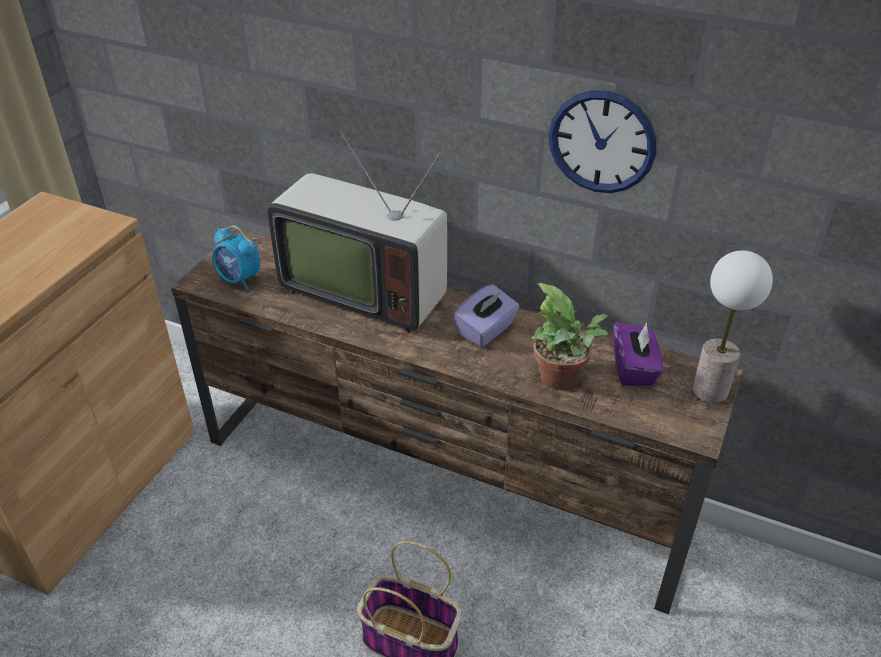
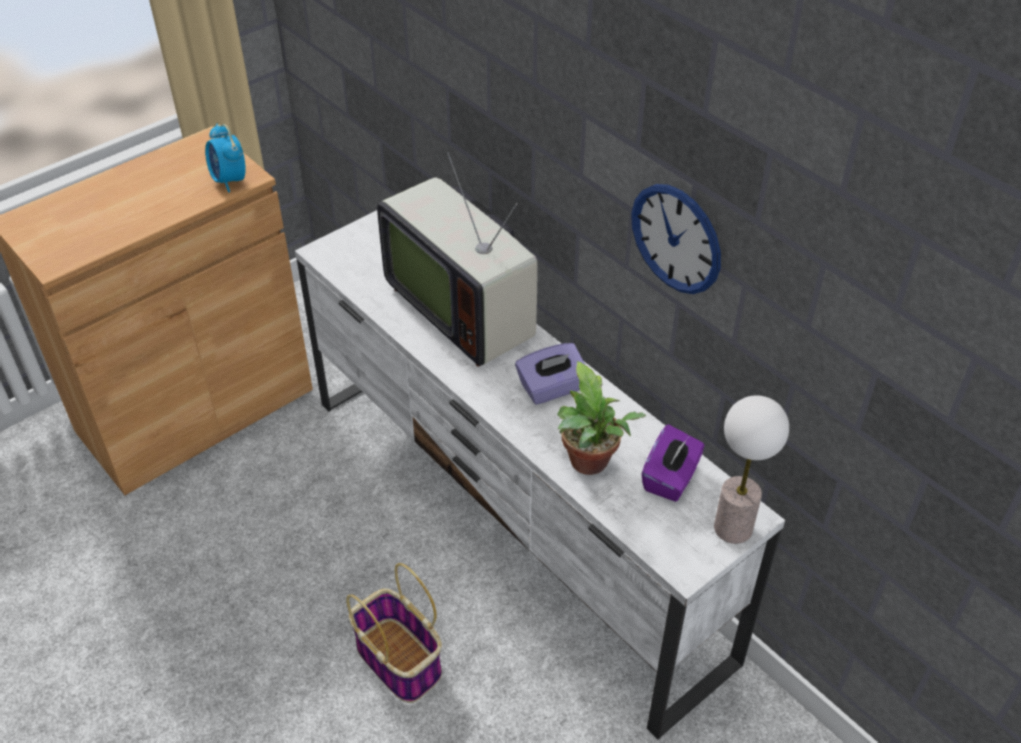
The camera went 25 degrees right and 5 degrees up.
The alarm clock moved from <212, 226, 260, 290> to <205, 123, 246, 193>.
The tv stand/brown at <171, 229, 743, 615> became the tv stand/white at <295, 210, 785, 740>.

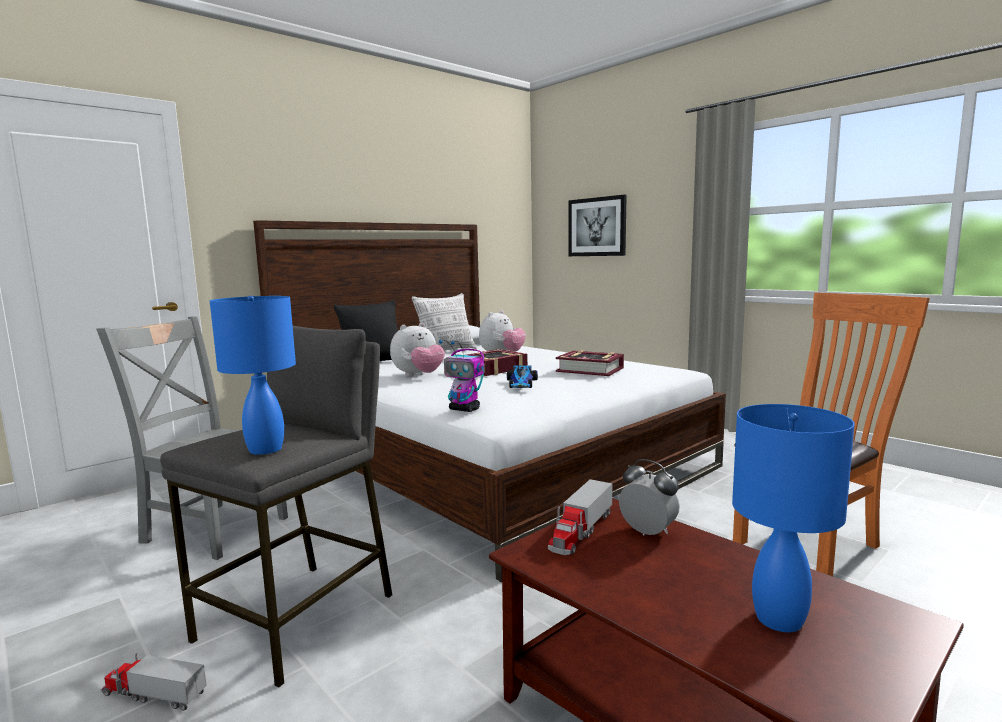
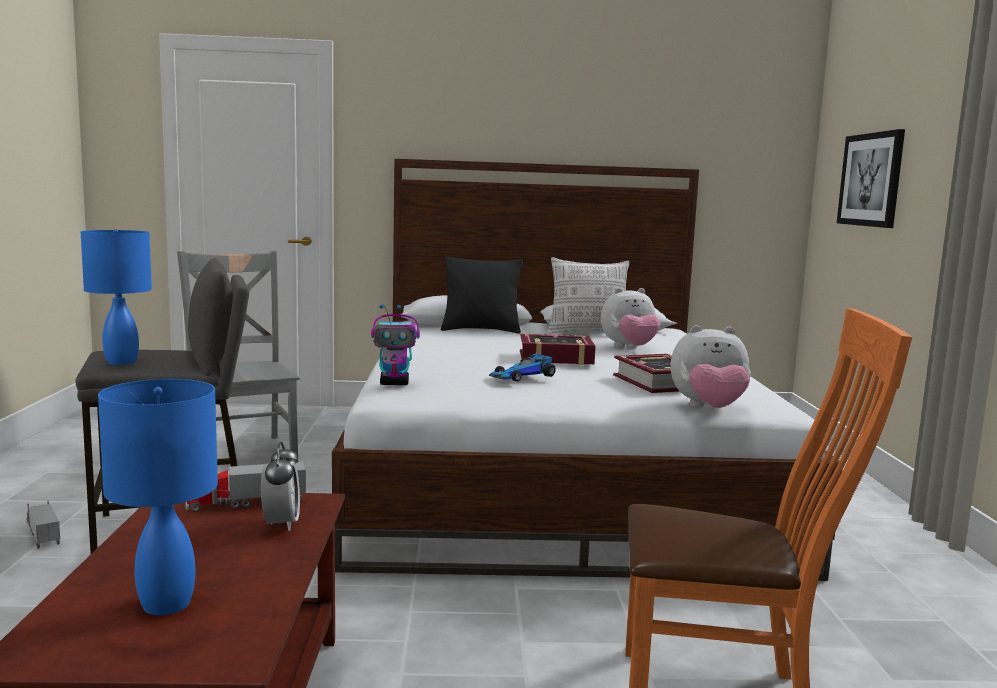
The camera went 40 degrees right and 0 degrees up.
The toy robot at <439, 340, 484, 412> turned 75 degrees counterclockwise.
The plush toy moved from <390, 323, 445, 377> to <670, 325, 751, 408>.

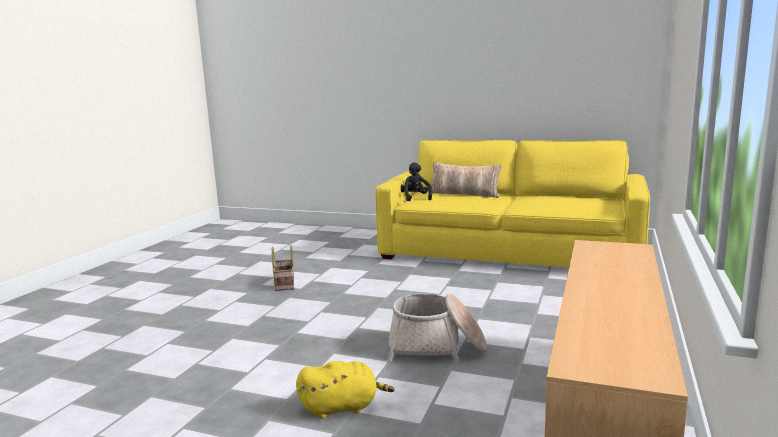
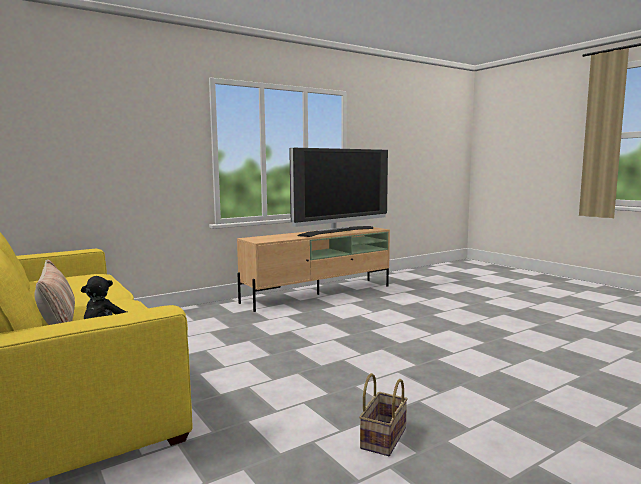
The camera went 145 degrees left and 5 degrees down.
The television at <289, 148, 388, 237> appeared.
The plush toy/yellow at <296, 361, 395, 419> disappeared.
The basket at <387, 294, 487, 362> disappeared.

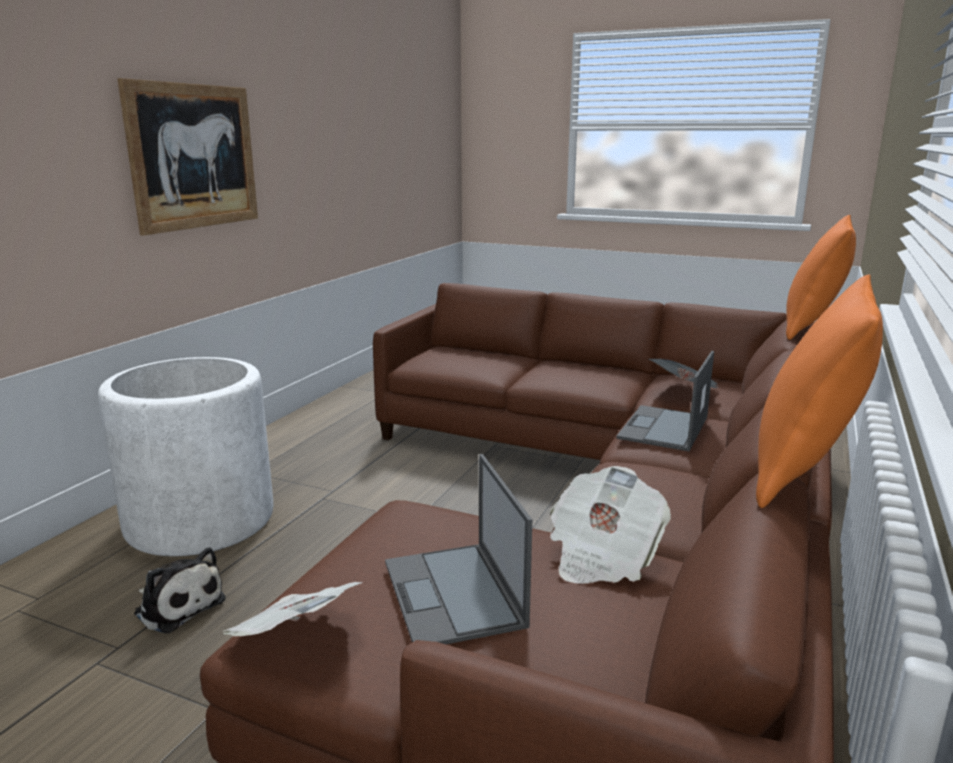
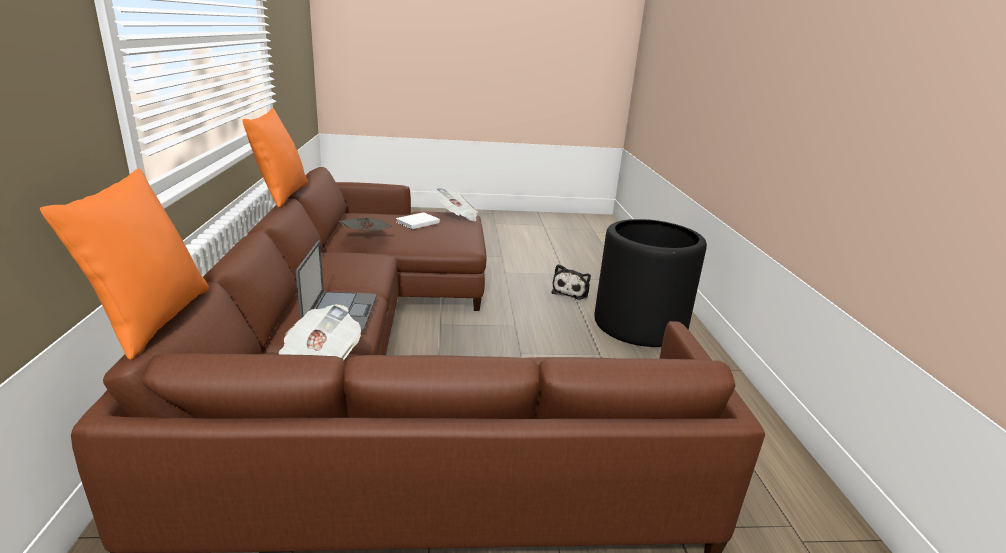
The camera went 150 degrees right and 5 degrees up.
The laptop at <385, 454, 532, 644> was replaced by the book/white at <396, 212, 440, 229>.
The plush toy at <134, 547, 226, 634> turned 75 degrees counterclockwise.
The planter/white at <98, 357, 273, 556> became the planter/black at <595, 219, 707, 347>.
The picture at <117, 78, 258, 236> disappeared.

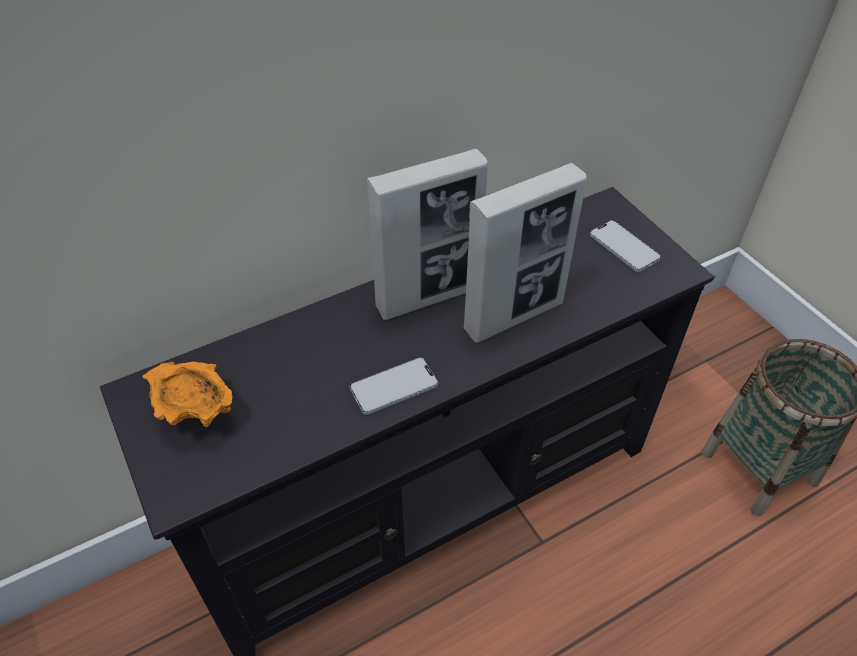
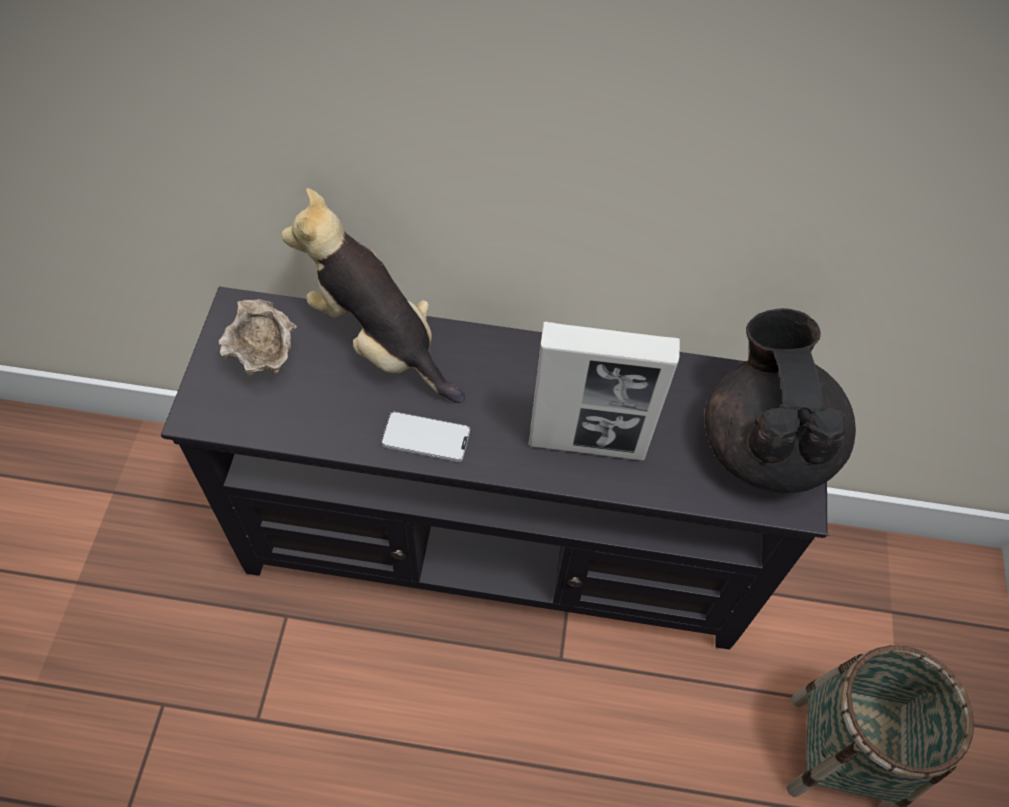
The camera went 35 degrees right and 10 degrees up.
The bowl/orange at <142, 362, 232, 427> became the bowl/beige at <219, 299, 297, 376>.
The plush toy at <281, 188, 465, 403> appeared.
The phone at <590, 220, 661, 272> was replaced by the teapot/black at <705, 308, 856, 493>.
The picture frame at <367, 149, 488, 320> disappeared.

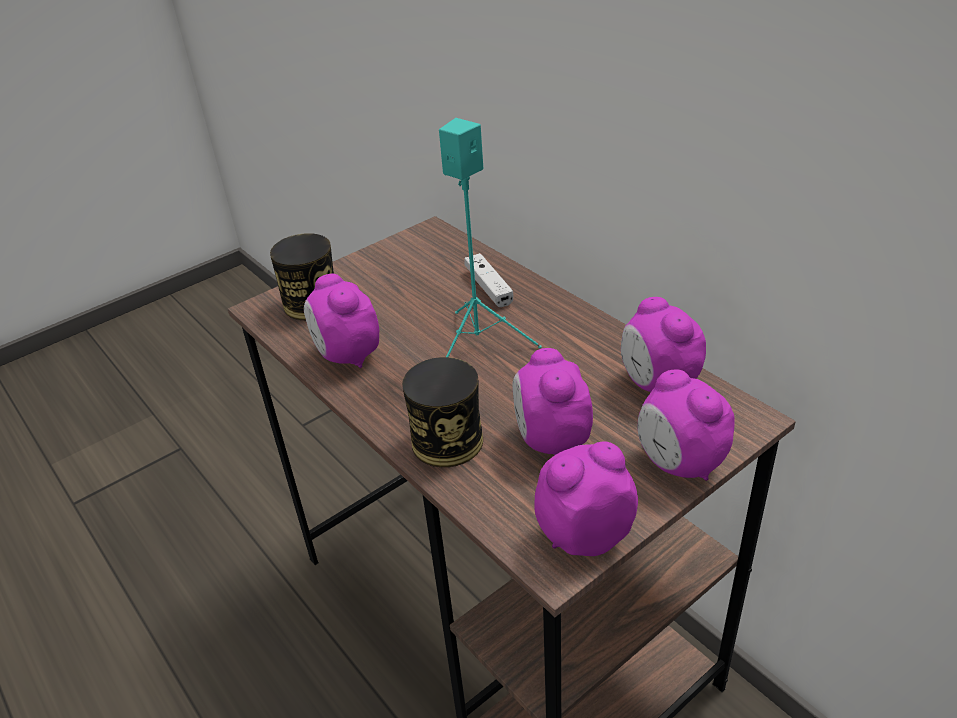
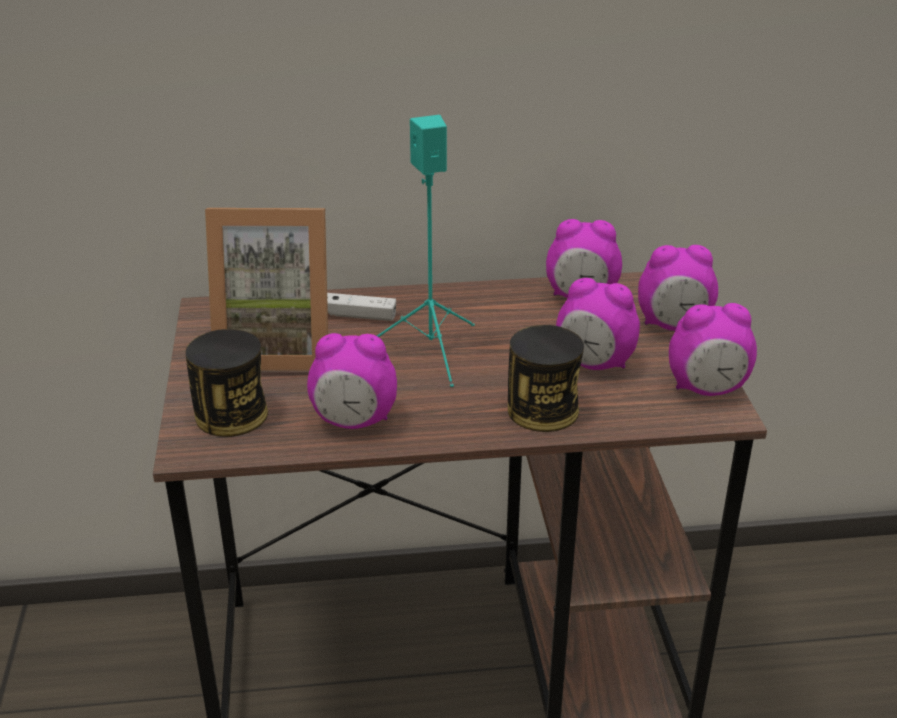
The camera went 60 degrees left and 5 degrees down.
The picture frame at <205, 208, 328, 371> appeared.
The alarm clock at <534, 441, 638, 556> turned 105 degrees counterclockwise.

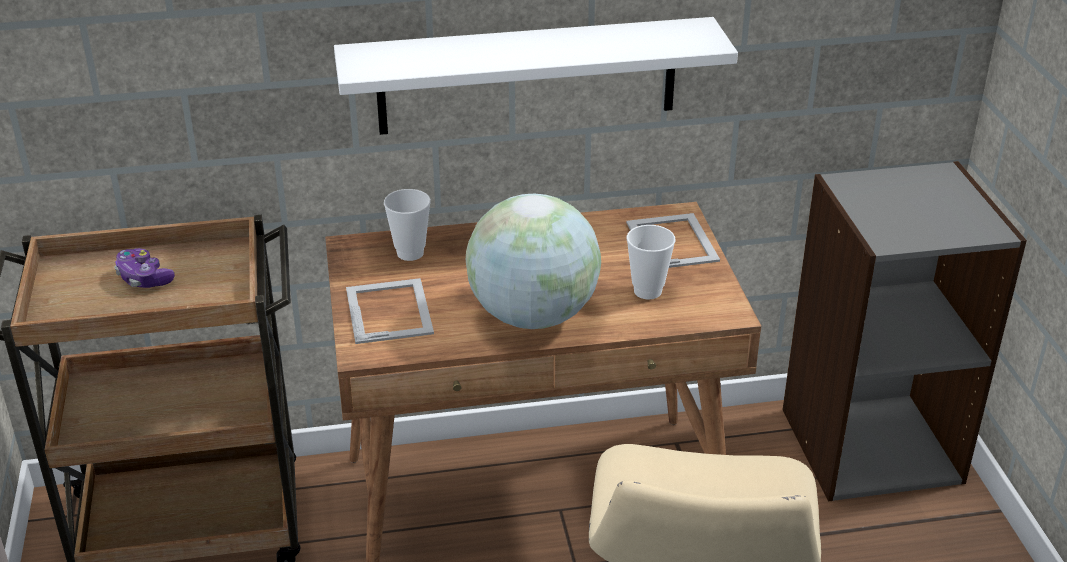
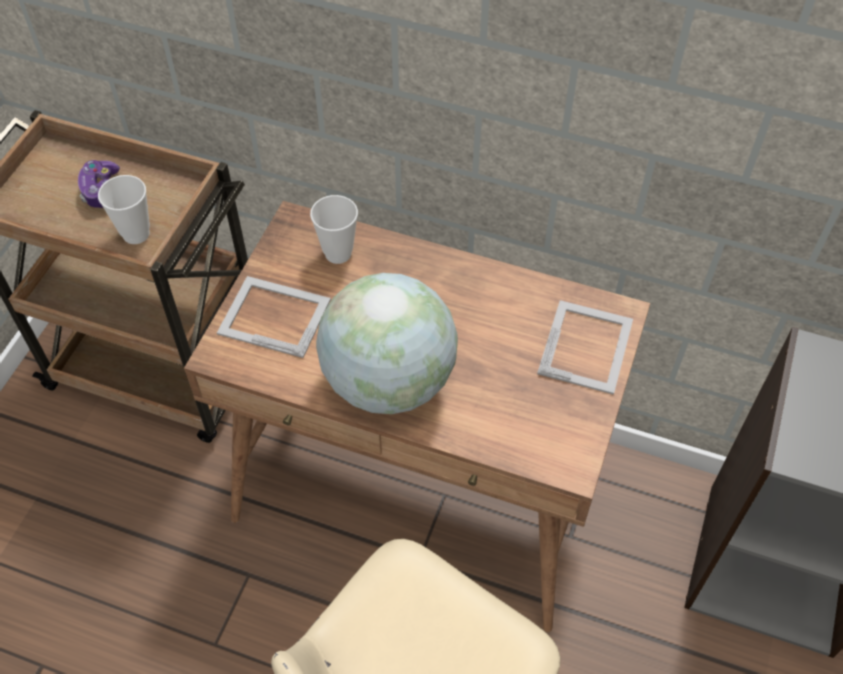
The camera went 30 degrees right and 20 degrees up.
The cup moved from <627, 225, 675, 299> to <98, 175, 150, 244>.
The picture frame at <346, 278, 434, 344> turned 90 degrees counterclockwise.
The shelf/white at <334, 17, 738, 135> disappeared.

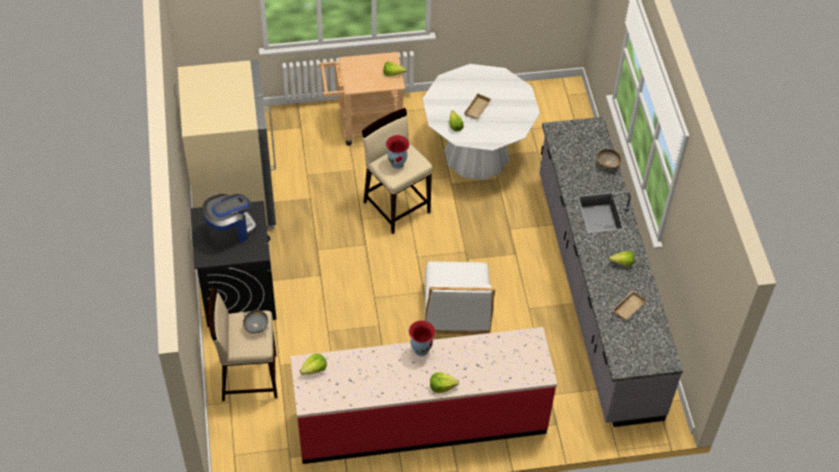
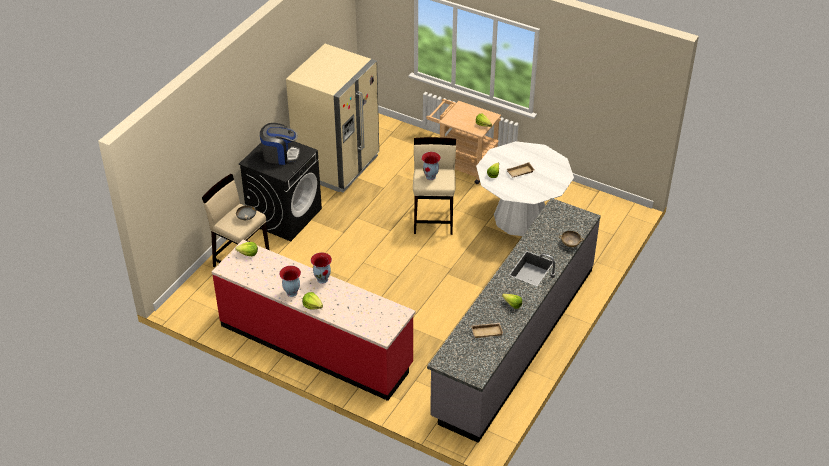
The camera went 40 degrees right and 10 degrees down.
The vase at <279, 266, 301, 297> appeared.
The chair/white at <425, 261, 495, 335> disappeared.

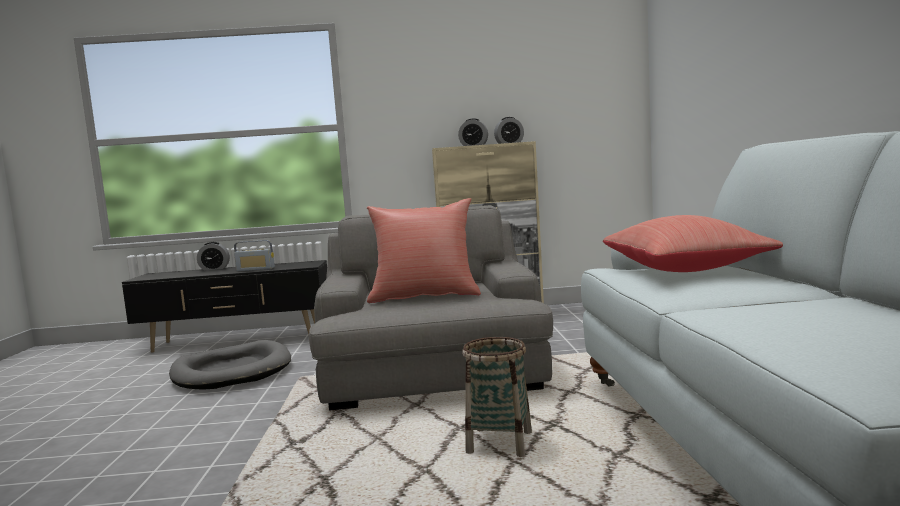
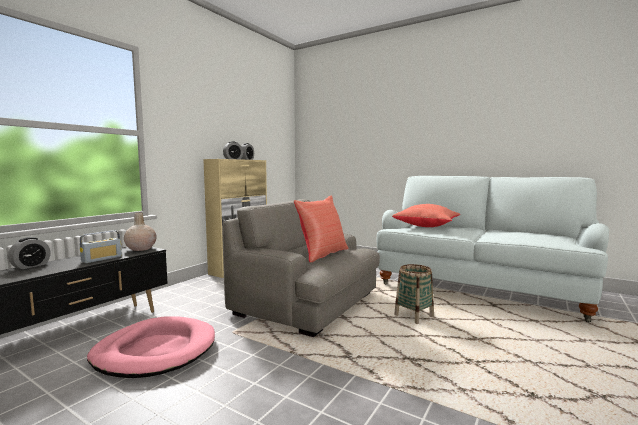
The camera went 55 degrees left and 0 degrees up.
The dog bed/grey at <169, 340, 291, 390> became the dog bed/pink at <87, 316, 215, 378>.
The vase/beige at <124, 213, 157, 251> appeared.

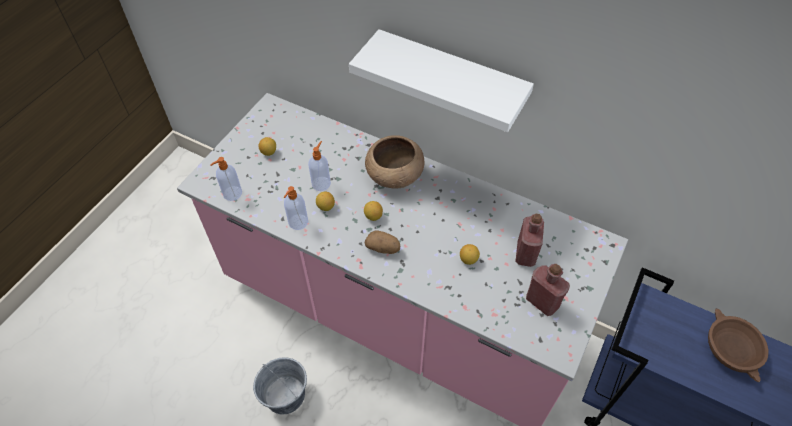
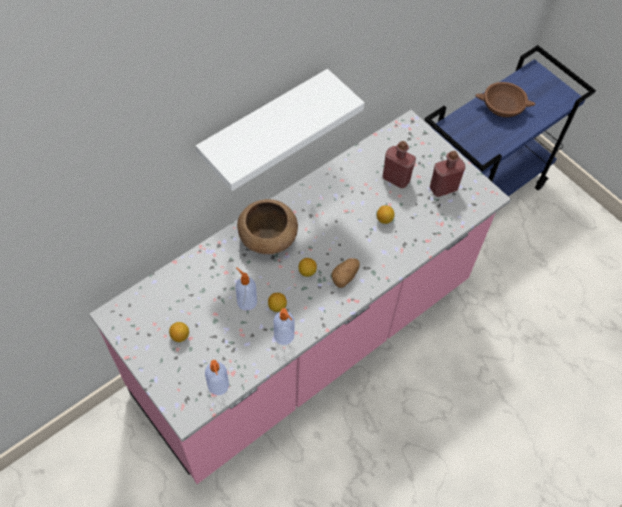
The camera went 70 degrees left and 5 degrees up.
The bucket/grey at <253, 357, 307, 414> disappeared.

